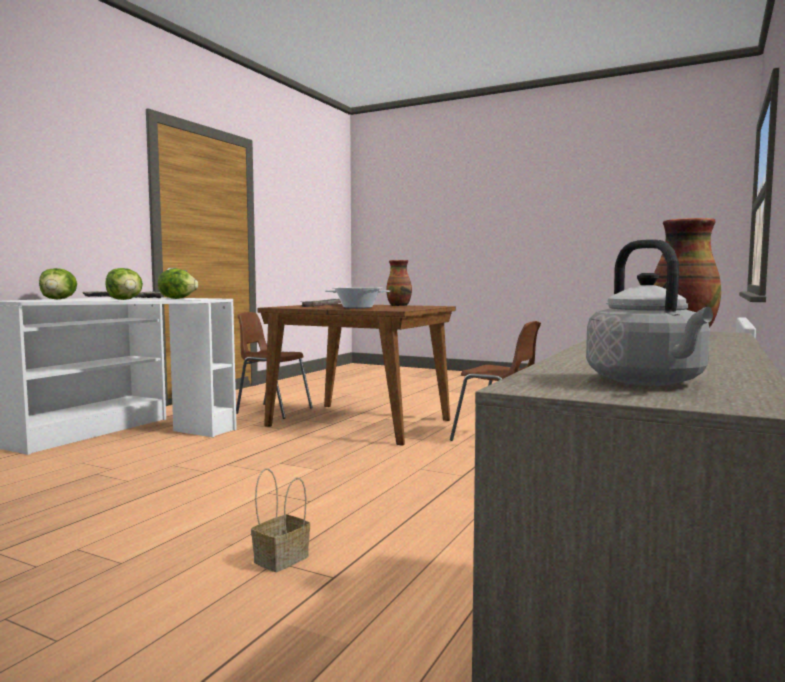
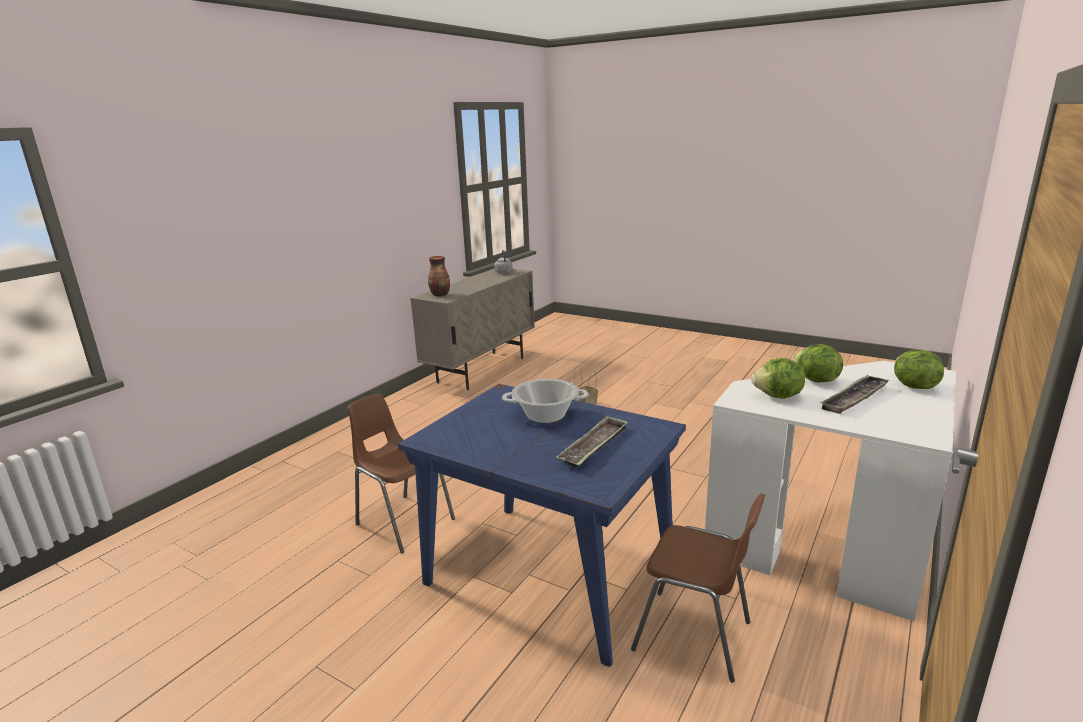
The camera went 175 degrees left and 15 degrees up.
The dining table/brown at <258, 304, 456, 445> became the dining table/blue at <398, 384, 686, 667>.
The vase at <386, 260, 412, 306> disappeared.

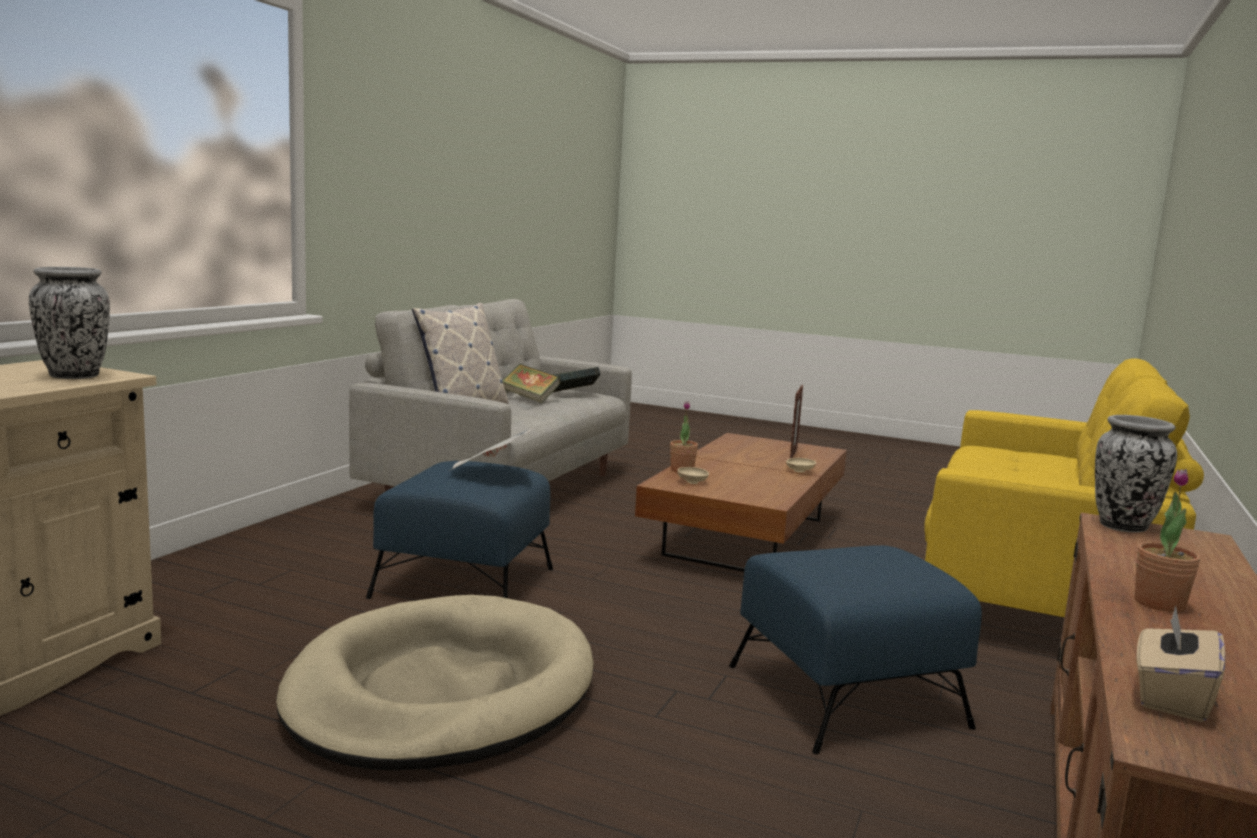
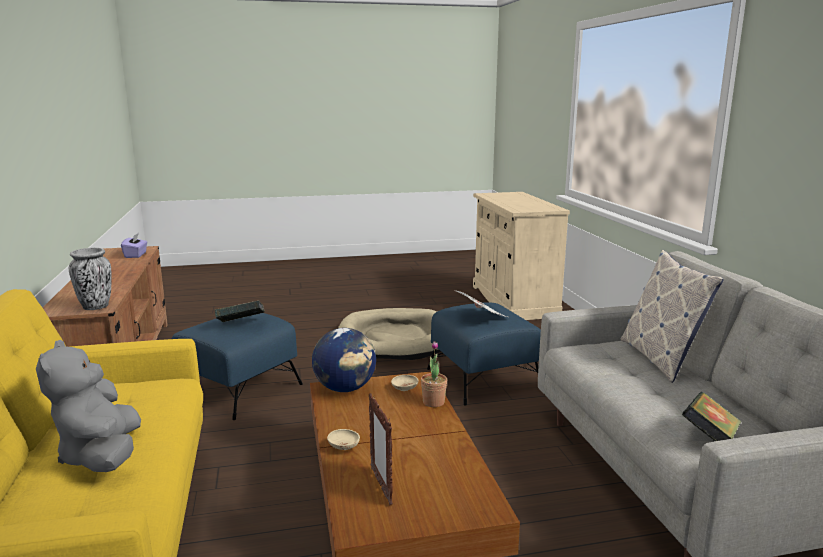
The camera went 145 degrees right and 5 degrees up.
The plush toy/grey at <36, 340, 141, 472> appeared.
The tissue box/beige at <1136, 605, 1225, 722> became the tissue box/purple at <121, 233, 148, 258>.
The book moved from <502, 364, 560, 403> to <215, 301, 265, 322>.
The globe at <312, 328, 376, 392> appeared.
The vase at <29, 267, 110, 379> disappeared.
The potted plant at <1135, 469, 1201, 612> disappeared.

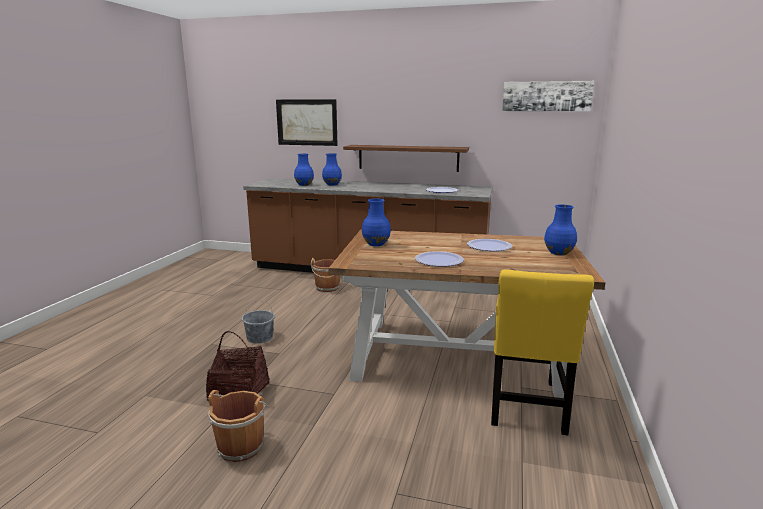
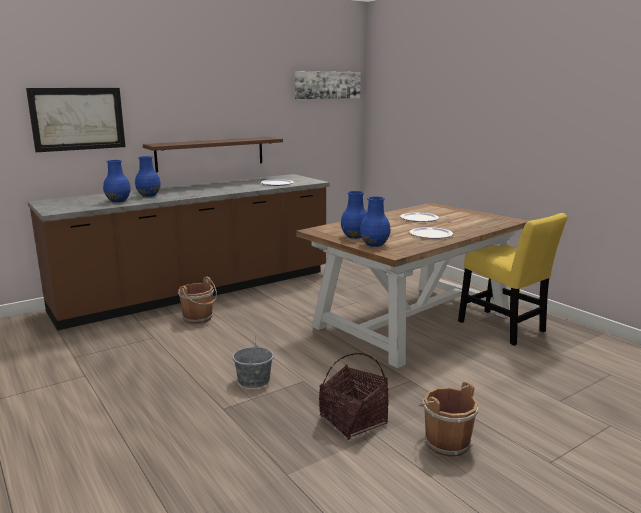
The camera went 50 degrees left and 0 degrees up.
The vase/blue moved from <544, 204, 577, 255> to <360, 197, 390, 247>.

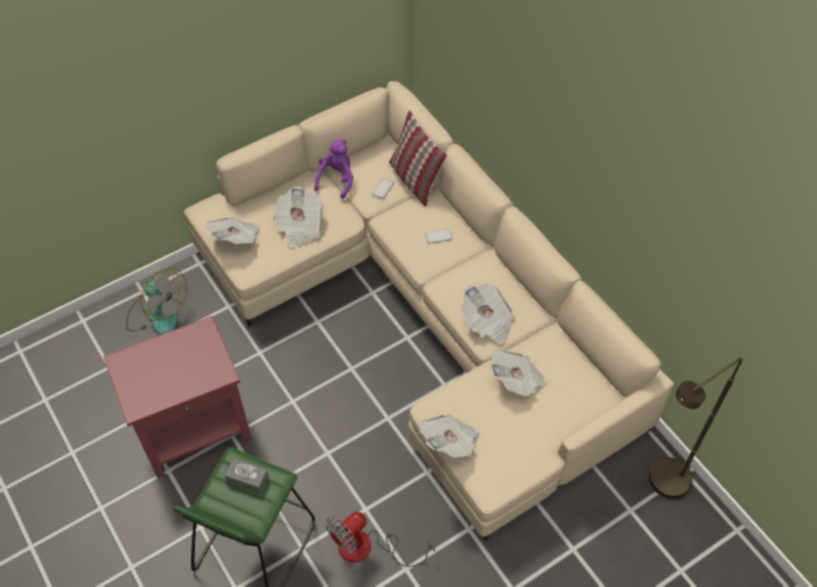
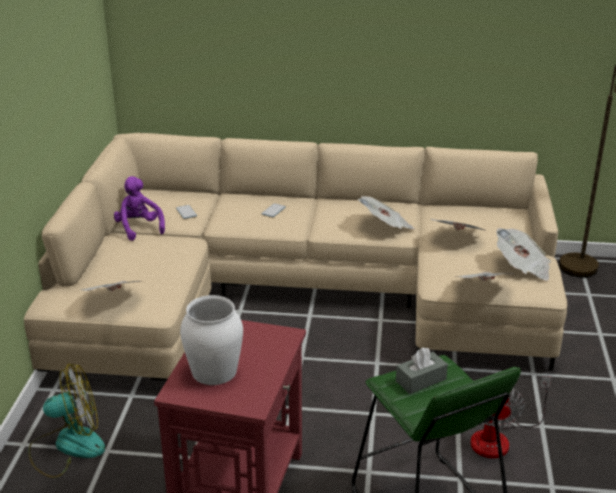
The camera went 50 degrees left and 25 degrees down.
The vase/white at <180, 295, 243, 385> appeared.
The newspaper moved from <273, 186, 324, 248> to <496, 228, 551, 281>.
The pillow at <389, 110, 447, 207> disappeared.

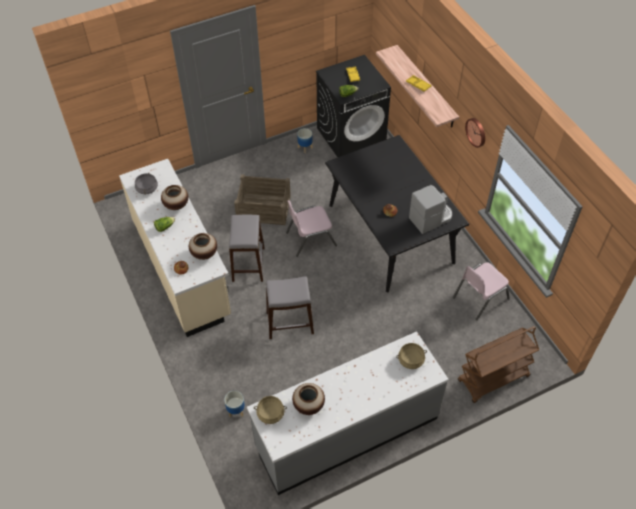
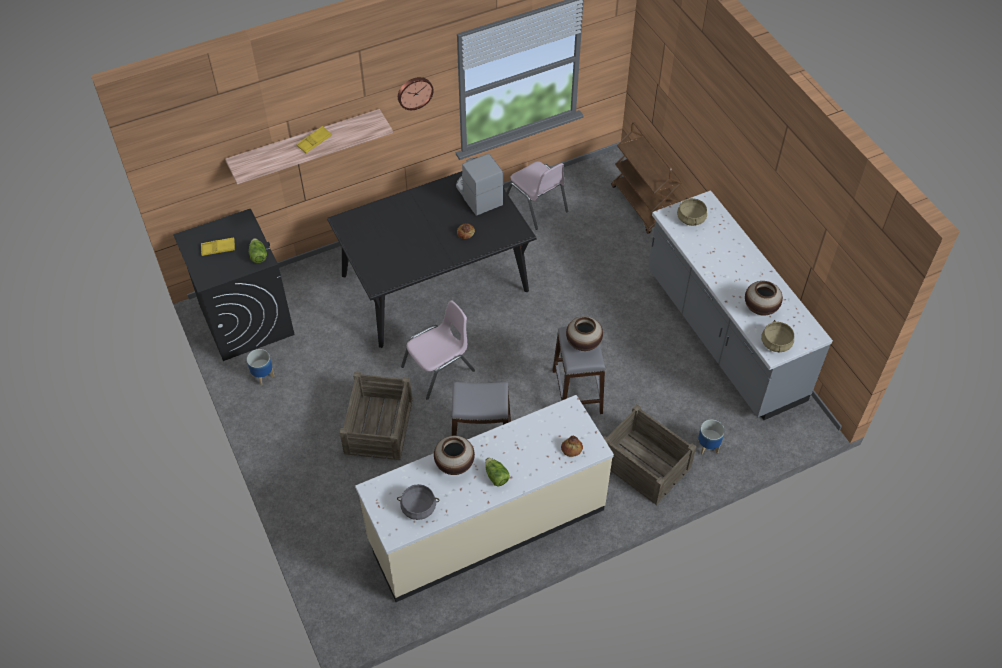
The camera went 90 degrees left and 0 degrees up.
The chair/pink at <286, 200, 337, 257> turned 105 degrees counterclockwise.
The vase moved from <189, 233, 217, 260> to <566, 316, 603, 351>.
The crate at <603, 404, 697, 505> appeared.

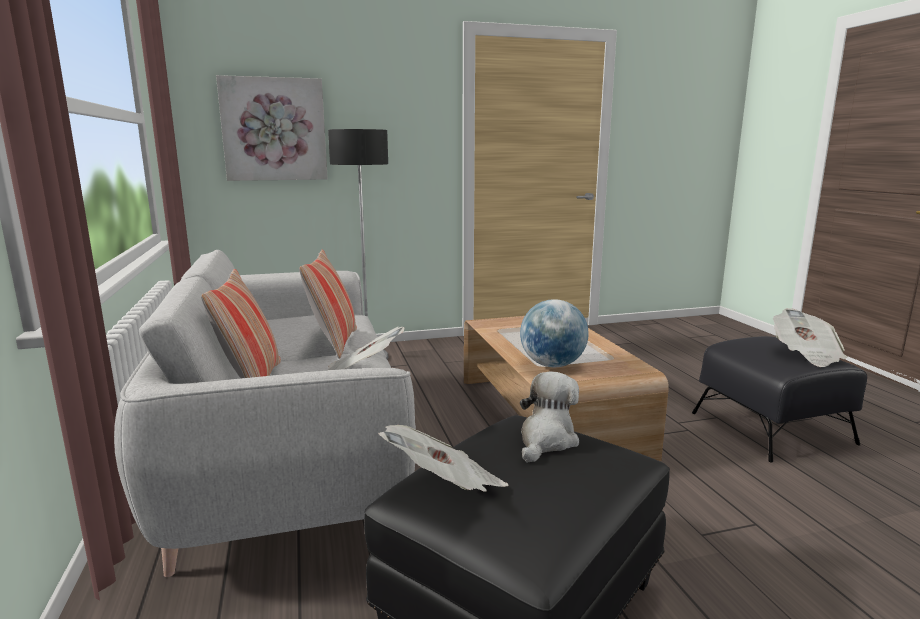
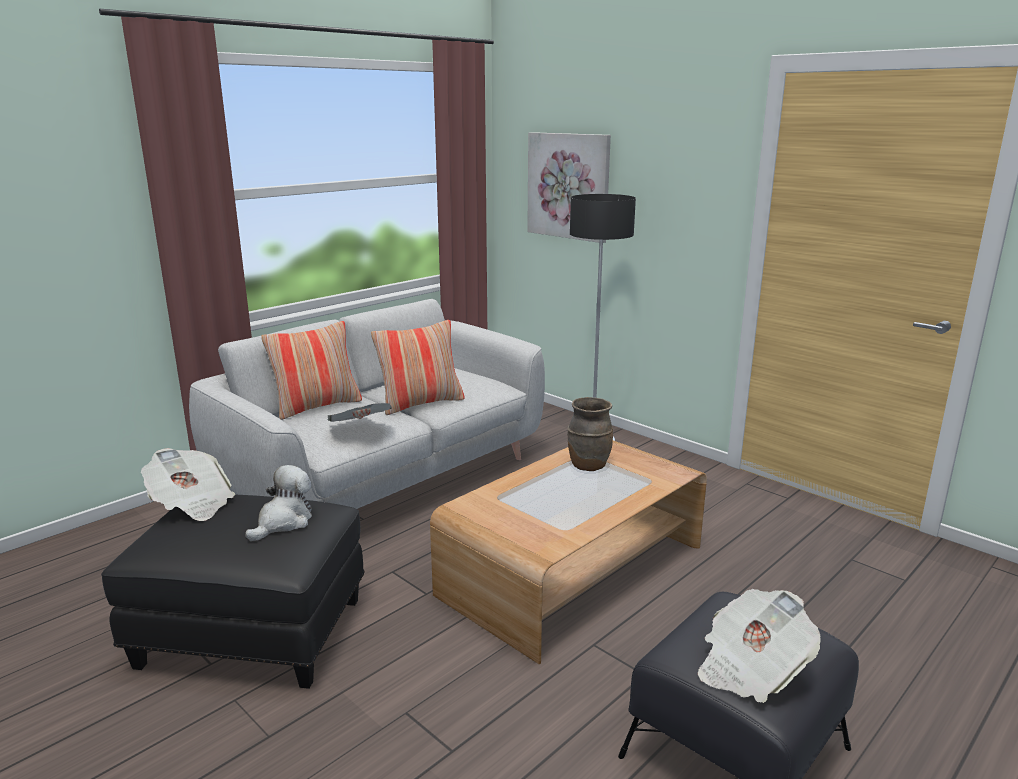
The camera went 60 degrees right and 5 degrees up.
The plush toy at <520, 371, 579, 463> turned 60 degrees counterclockwise.
The vase/brown at <567, 397, 613, 471> appeared.
The globe at <520, 299, 589, 367> disappeared.

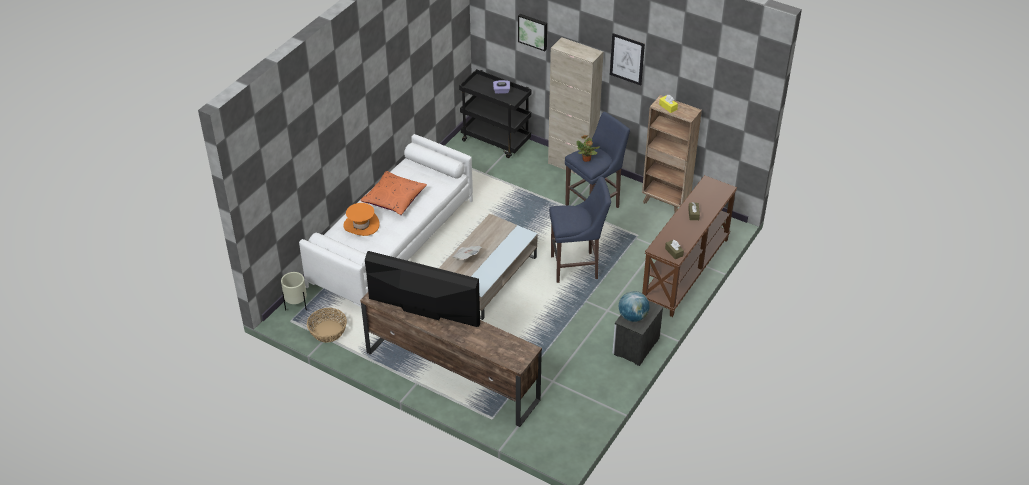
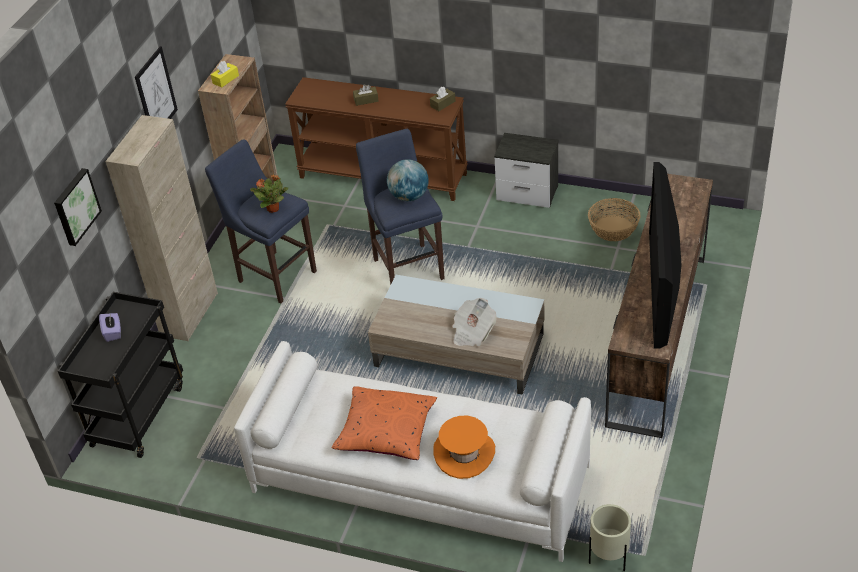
The camera went 100 degrees left and 0 degrees up.
The globe moved from <619, 291, 650, 322> to <387, 159, 429, 201>.
The basket moved from <307, 308, 347, 342> to <588, 198, 640, 241>.

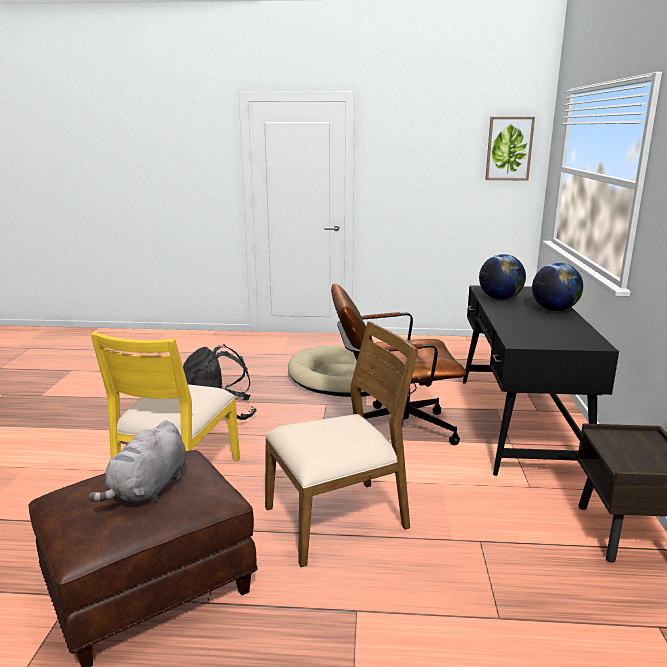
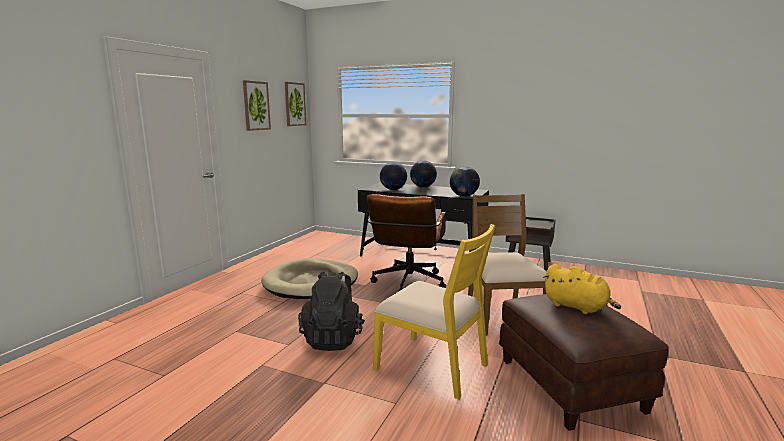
The camera went 70 degrees left and 5 degrees down.
The picture at <243, 80, 271, 131> appeared.
The globe at <450, 166, 480, 197> appeared.
The plush toy/grey at <88, 420, 186, 503> became the plush toy/yellow at <543, 264, 621, 314>.

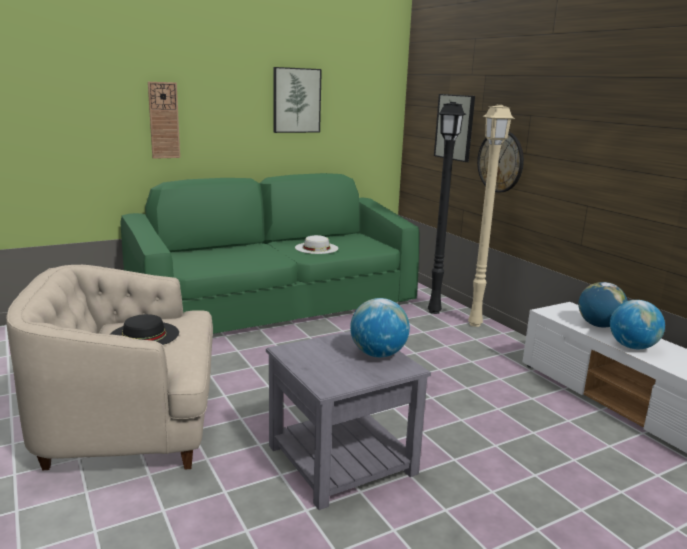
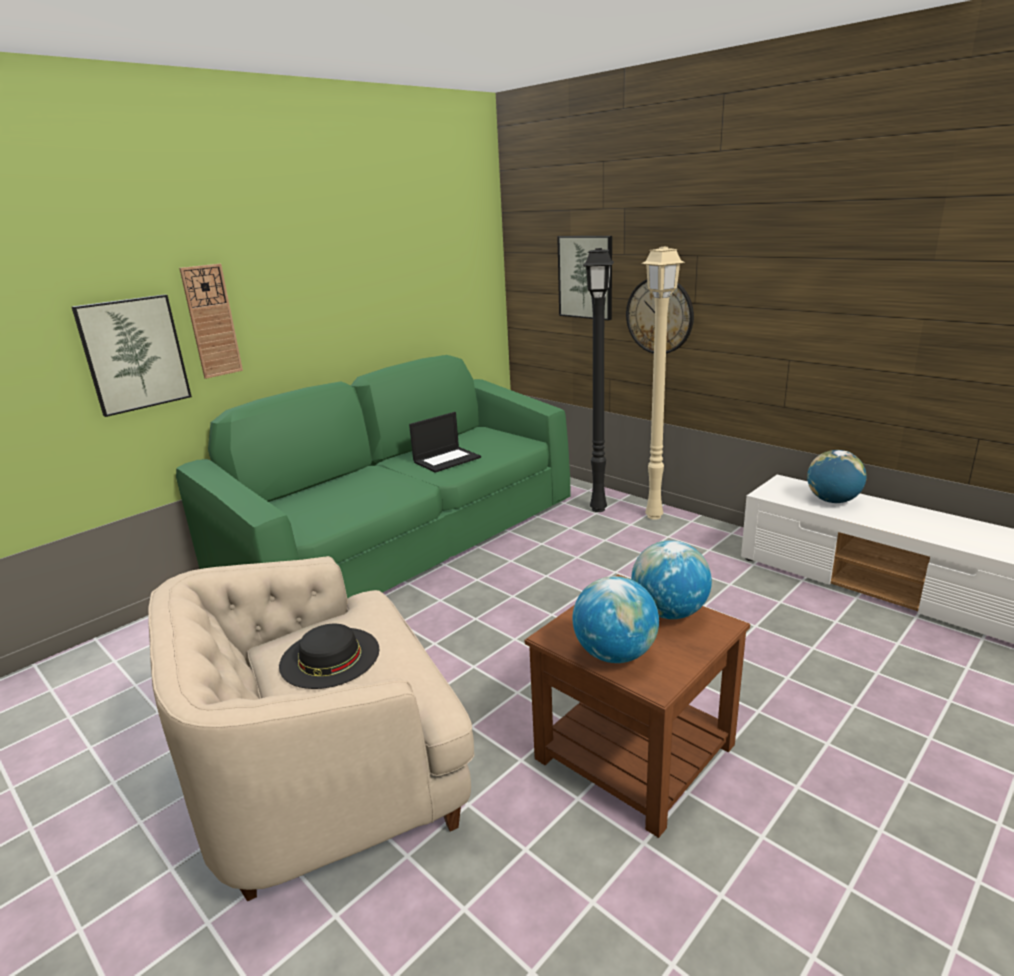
The camera went 15 degrees left and 5 degrees up.
The picture moved from <274, 67, 322, 133> to <72, 294, 192, 417>.
The hat/white at <295, 235, 338, 254> was replaced by the laptop at <409, 412, 481, 473>.
The side table/grey at <266, 331, 431, 510> became the side table/brown at <525, 575, 750, 838>.
The globe moved from <610, 300, 665, 349> to <573, 576, 659, 663>.

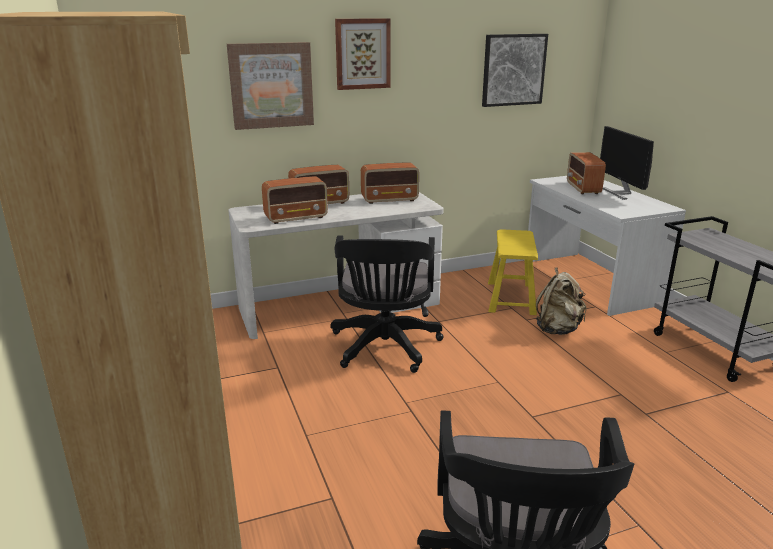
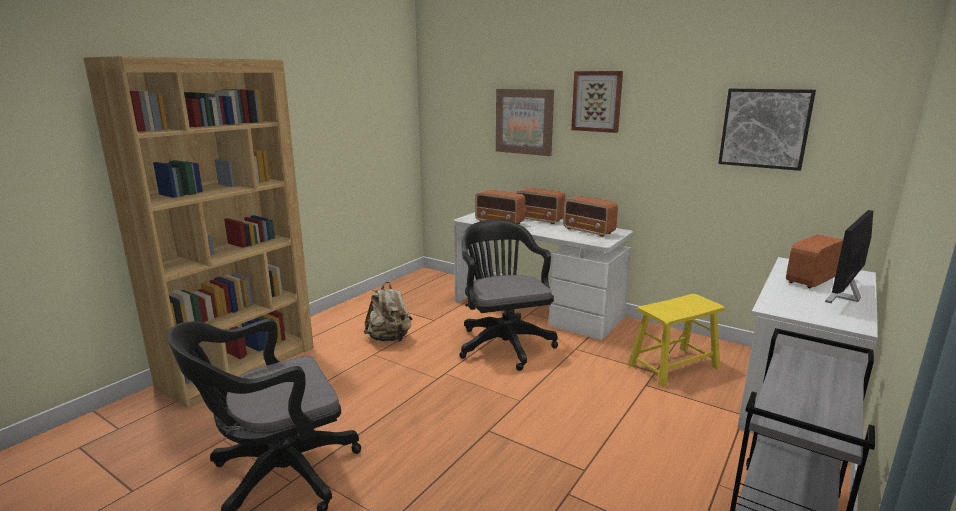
The camera went 55 degrees right and 5 degrees down.
The backpack/beige moved from <536, 267, 586, 335> to <364, 282, 412, 341>.
The office chair/black at <331, 235, 443, 373> turned 105 degrees clockwise.

